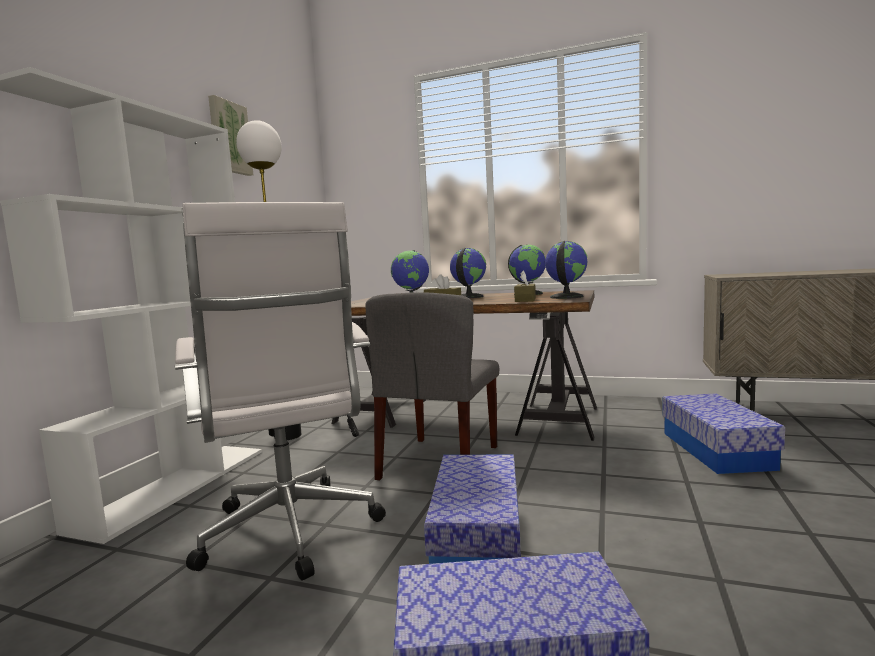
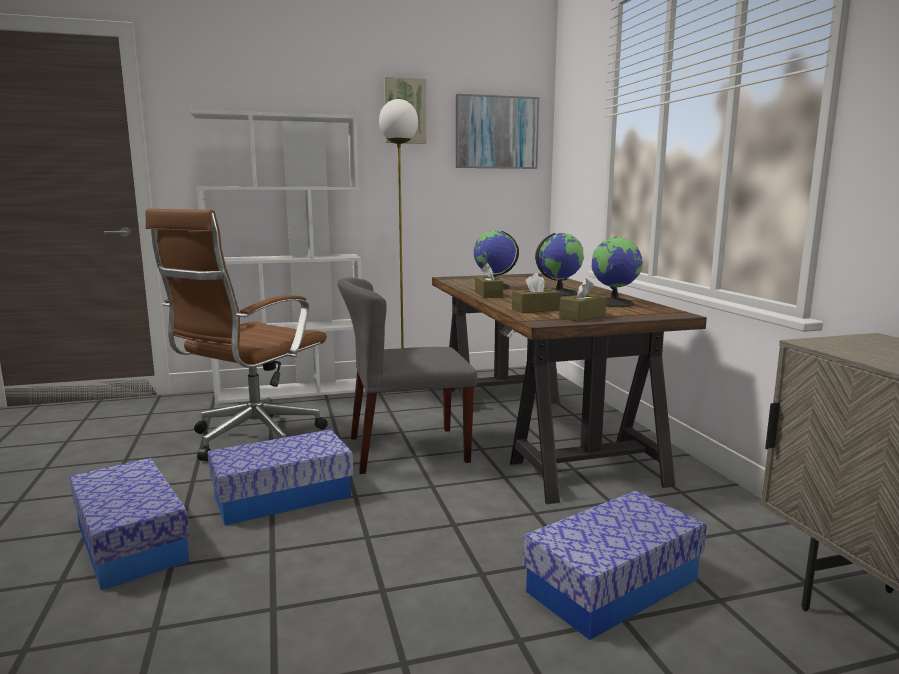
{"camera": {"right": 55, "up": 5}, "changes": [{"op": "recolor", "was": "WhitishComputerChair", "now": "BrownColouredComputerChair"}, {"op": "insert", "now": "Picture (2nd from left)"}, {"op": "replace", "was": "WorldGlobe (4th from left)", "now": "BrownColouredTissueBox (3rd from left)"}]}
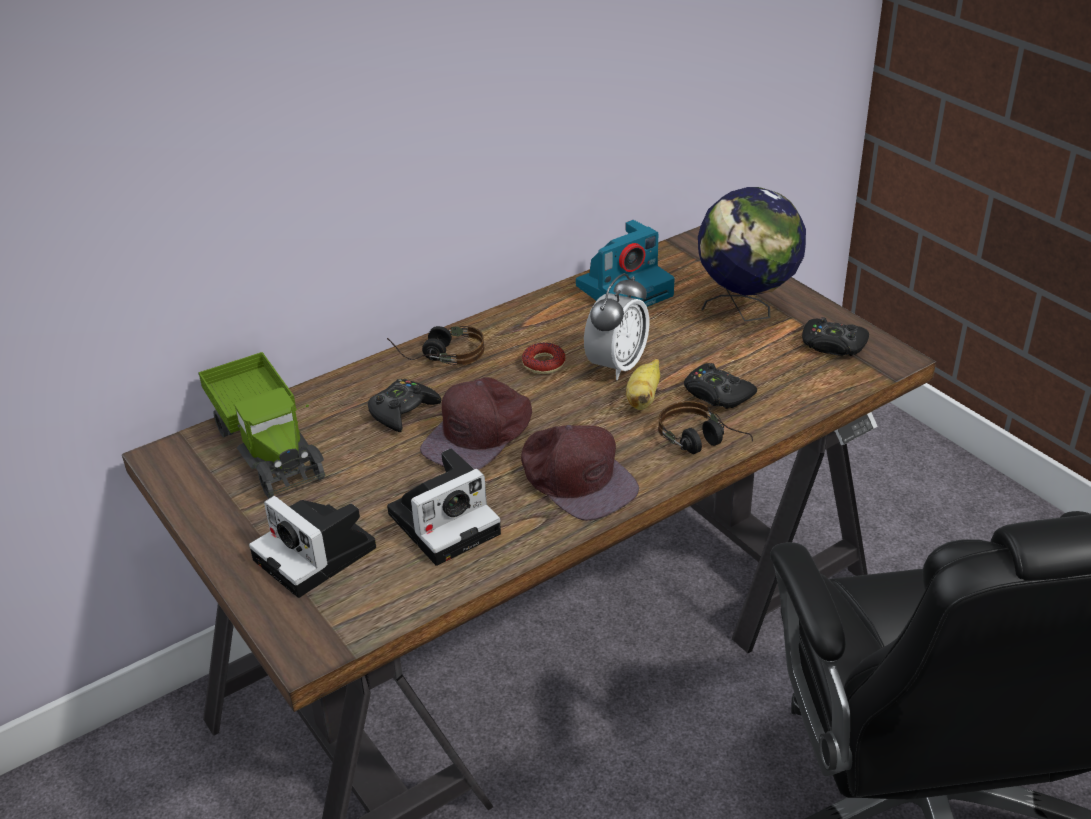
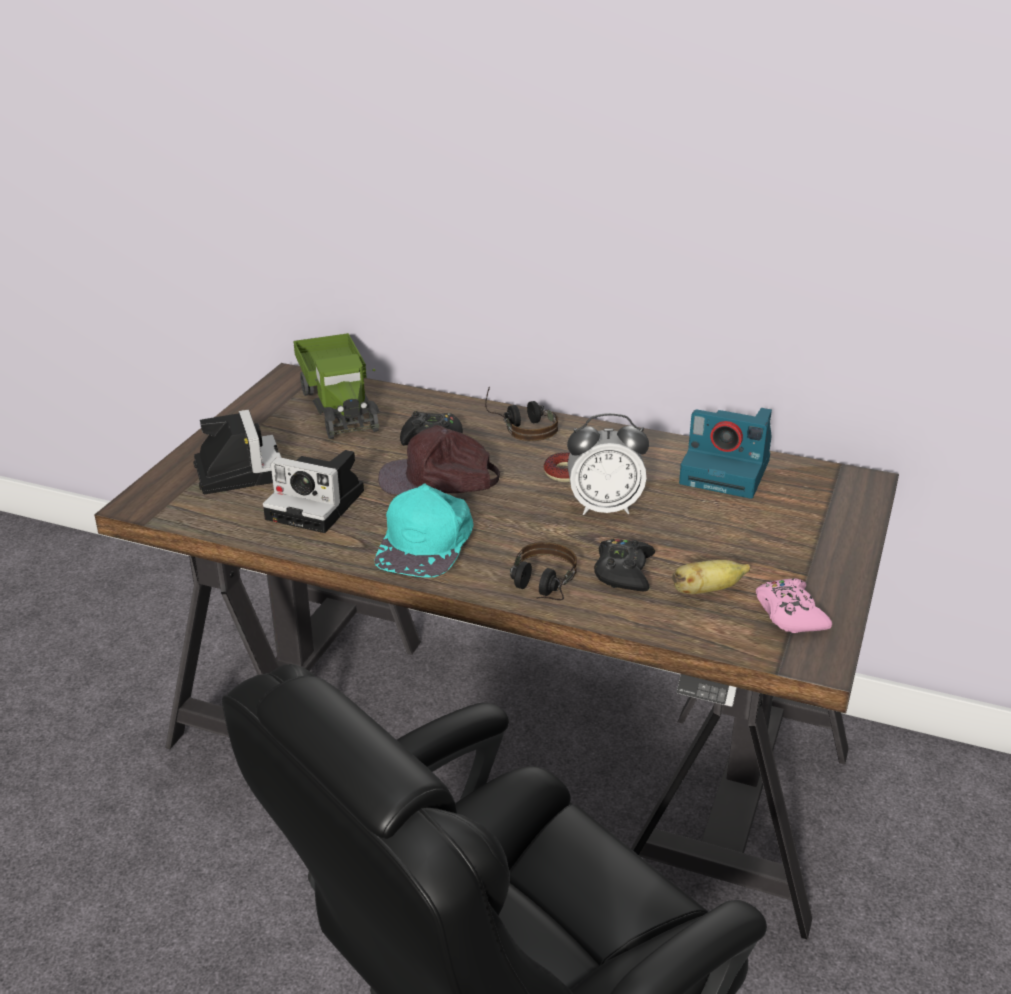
{"camera": {"right": 55, "up": -5}, "changes": [{"op": "rotate", "was": "StillCamera (1st from left)", "clockwise": 150}, {"op": "rotate", "was": "ModelTruck", "clockwise": -45}, {"op": "recolor", "was": "BrownColouredCap (2nd from left)", "now": "TurquoiseColouredCap"}, {"op": "move", "was": "Banana"}, {"op": "recolor", "was": "BlackColouredGameController (3rd from left)", "now": "PinkColouredGameController"}, {"op": "delete", "was": "WorldGlobe"}]}
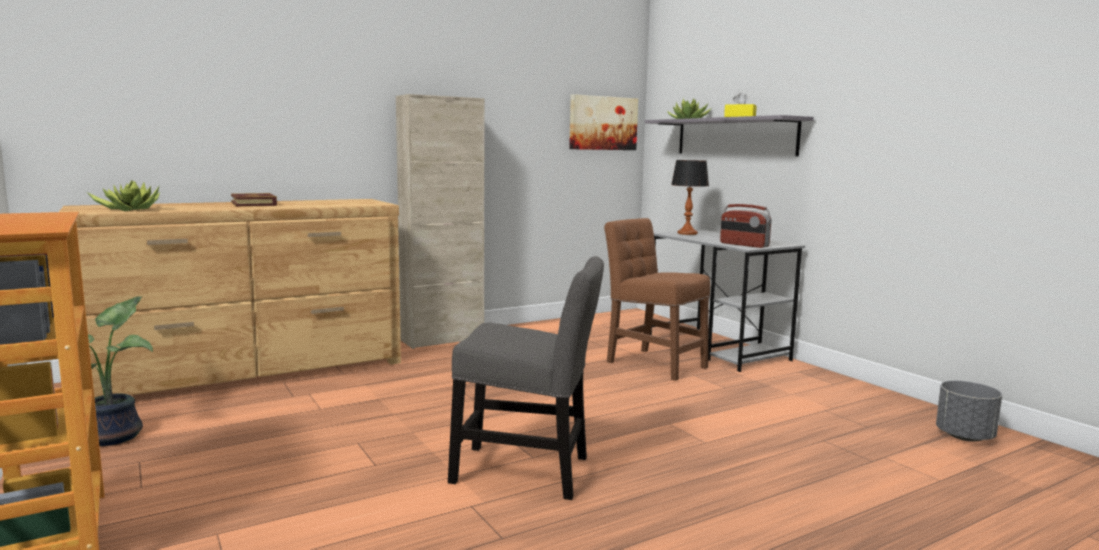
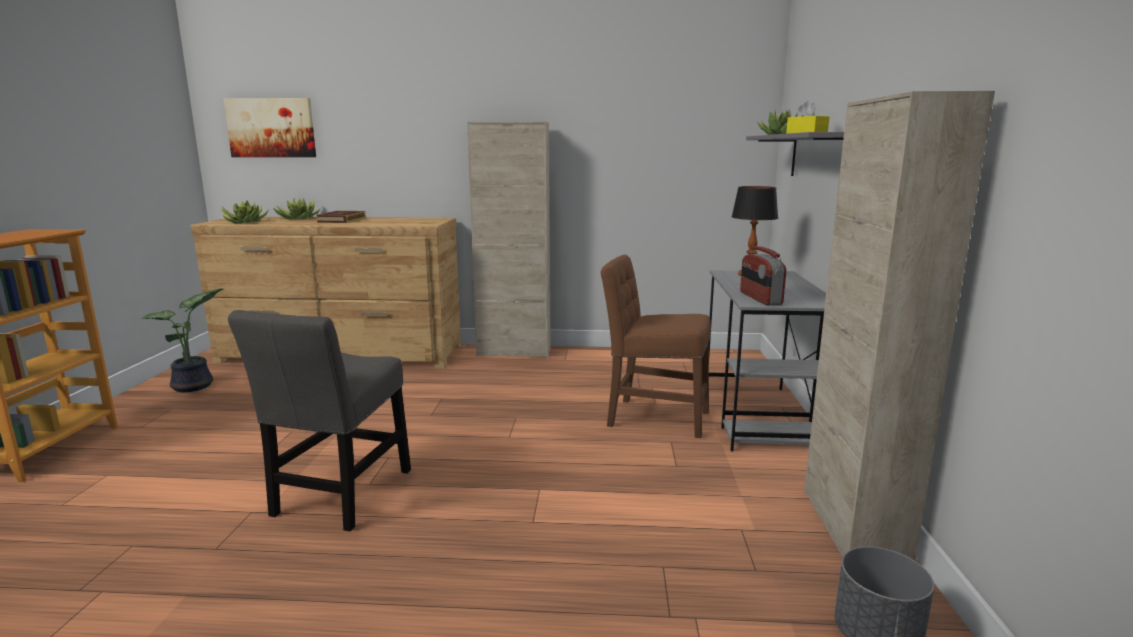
{"camera": {"right": 35, "up": 5}, "changes": [{"op": "move", "was": "Picture"}, {"op": "rotate", "was": "GreyChair", "clockwise": 60}, {"op": "insert", "now": "Houseplant (3rd from left)"}, {"op": "rotate", "was": "BrownColouredChair", "clockwise": -60}, {"op": "insert", "now": "SandColouredStorageCabinet (2nd from left)"}]}
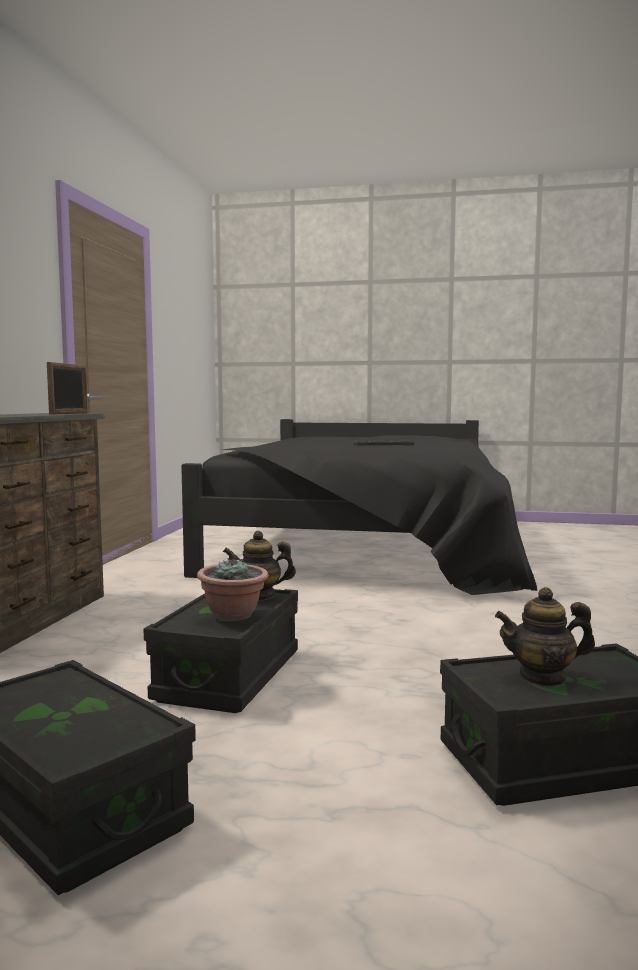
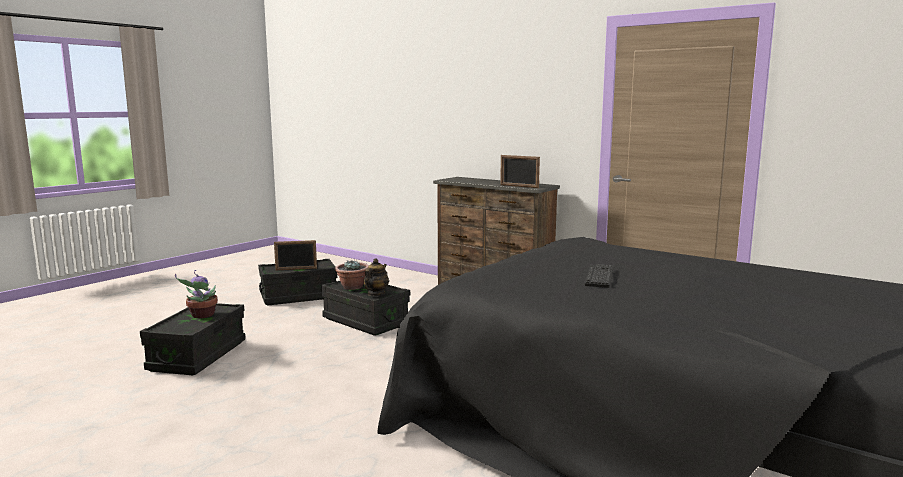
{"camera": {"right": 115, "up": 5}, "changes": [{"op": "replace", "was": "PotForTea (2nd from left)", "now": "Houseplant (1st from left)"}, {"op": "insert", "now": "PictureFrame (1st from left)"}]}
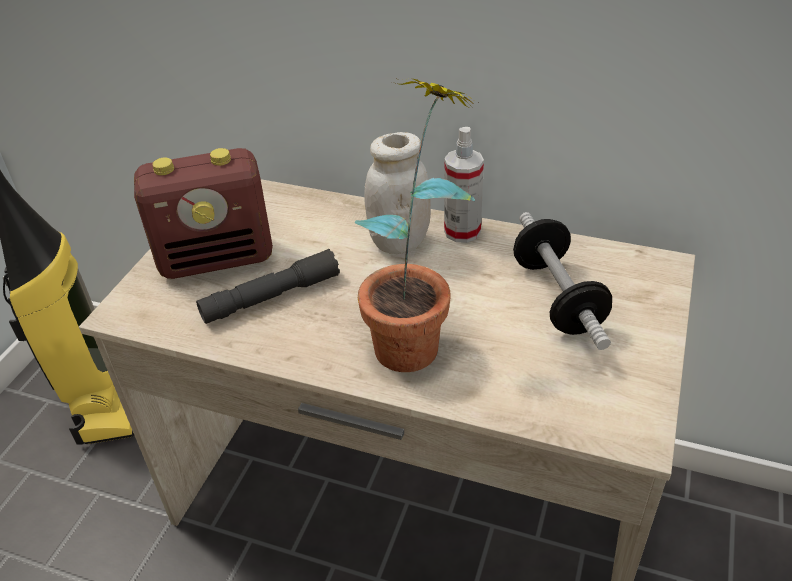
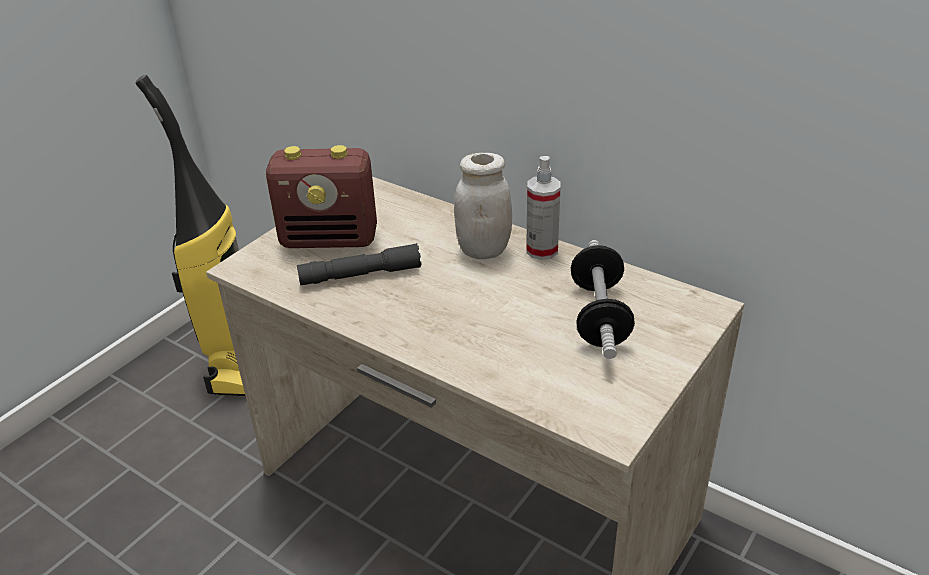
{"camera": {"right": 15, "up": -5}, "changes": [{"op": "delete", "was": "Houseplant"}]}
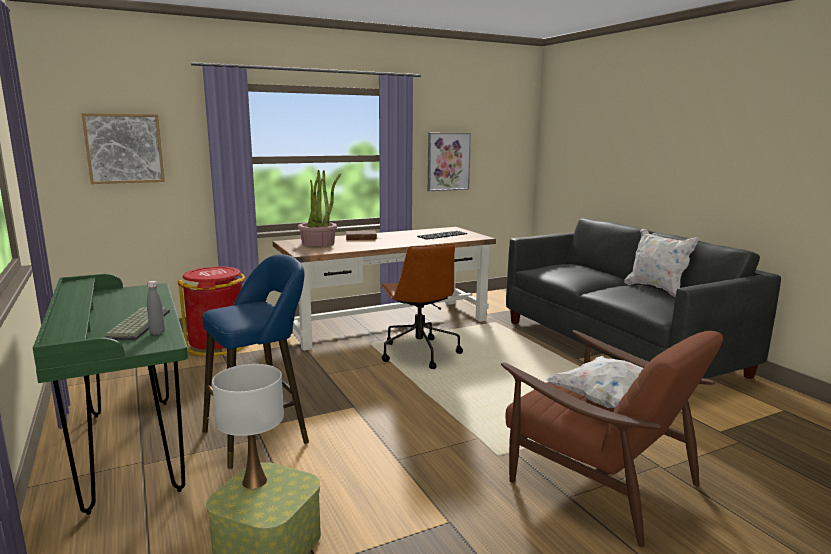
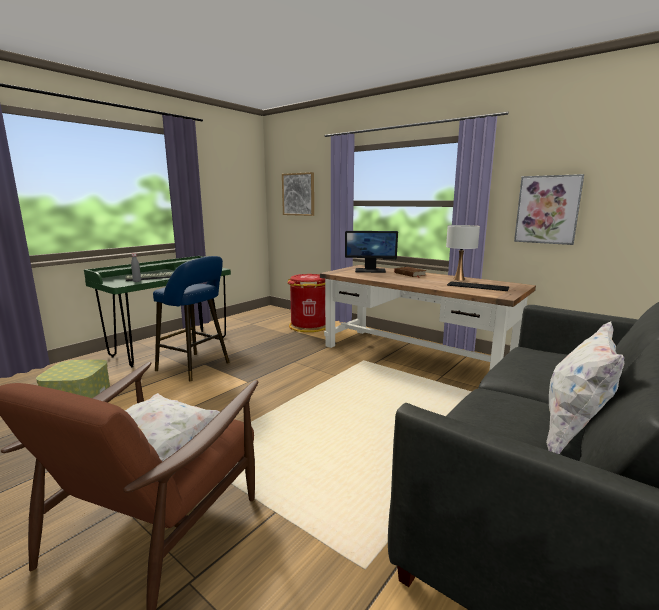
{"camera": {"right": 65, "up": 0}, "changes": [{"op": "replace", "was": "Houseplant", "now": "ComputerScreen"}, {"op": "move", "was": "WhitishTabletopLamp"}, {"op": "delete", "was": "BrownColouredComputerChair"}]}
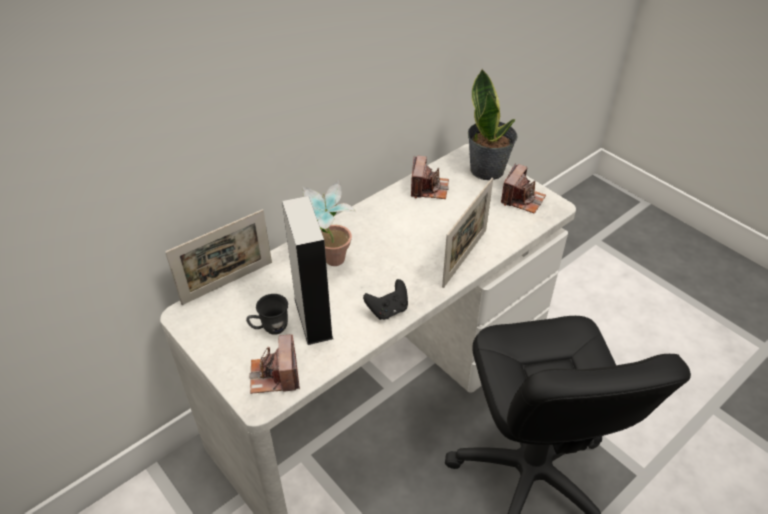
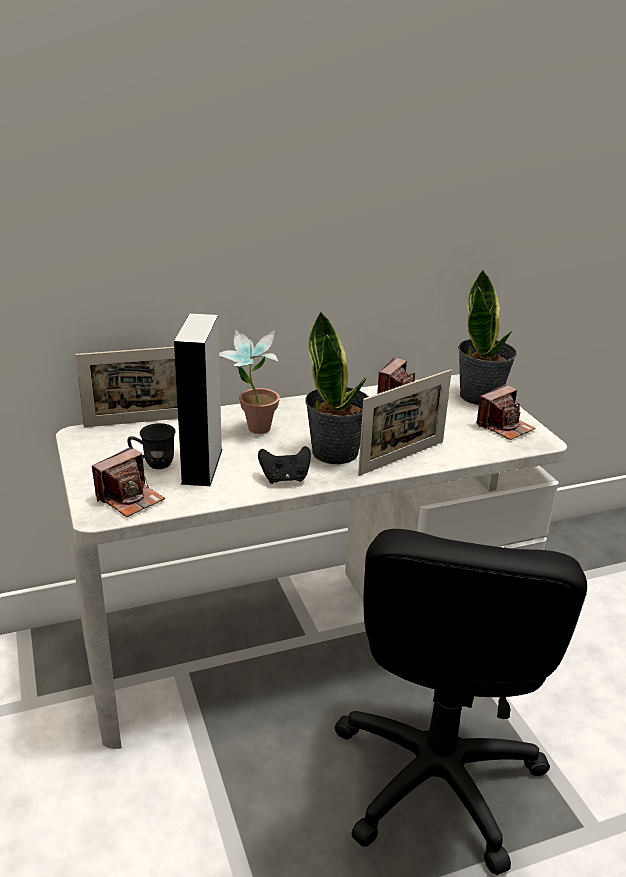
{"camera": {"right": 20, "up": -15}, "changes": [{"op": "rotate", "was": "StillCamera (1st from left)", "clockwise": -150}, {"op": "insert", "now": "Houseplant (2nd from left)"}]}
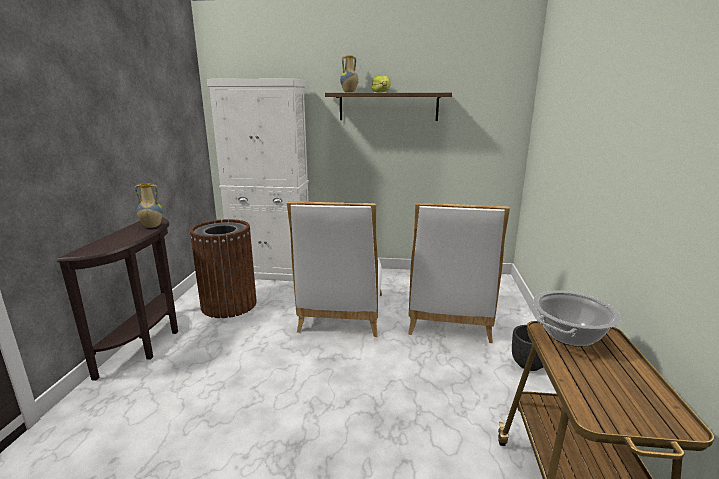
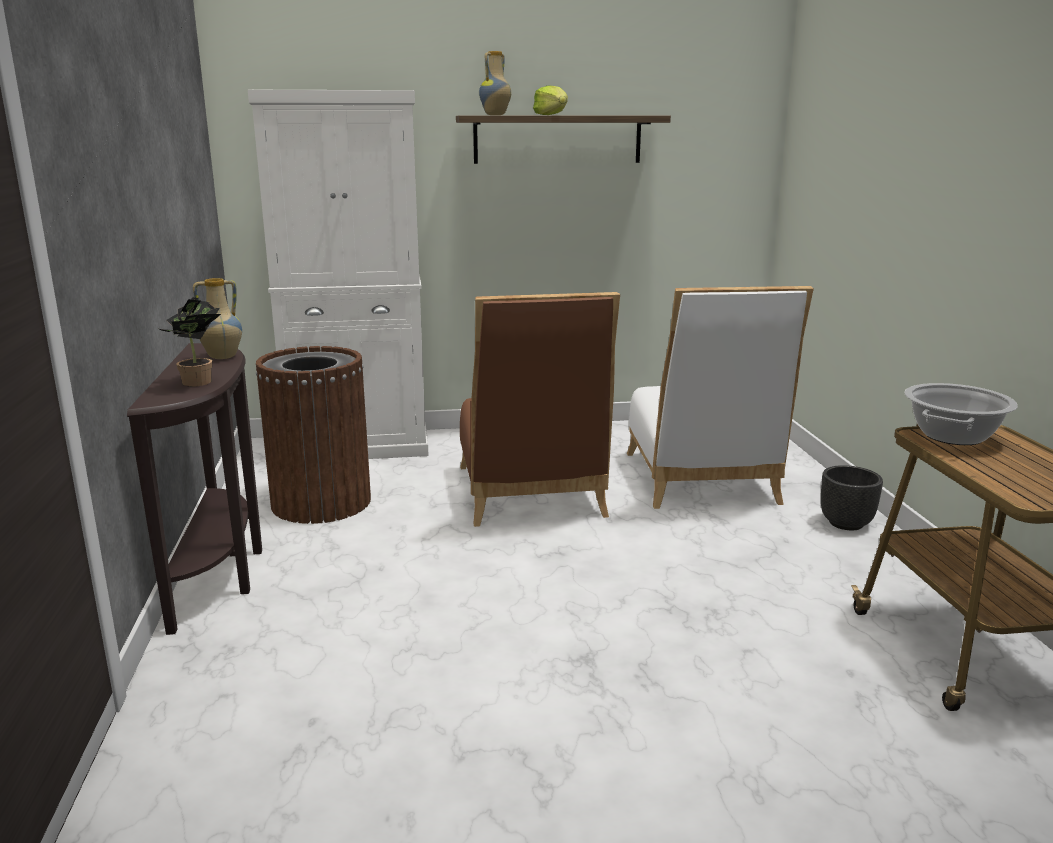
{"camera": {"right": -15, "up": 0}, "changes": [{"op": "insert", "now": "Houseplant"}, {"op": "recolor", "was": "WhitishChair (1st from left)", "now": "BrownColouredChair"}]}
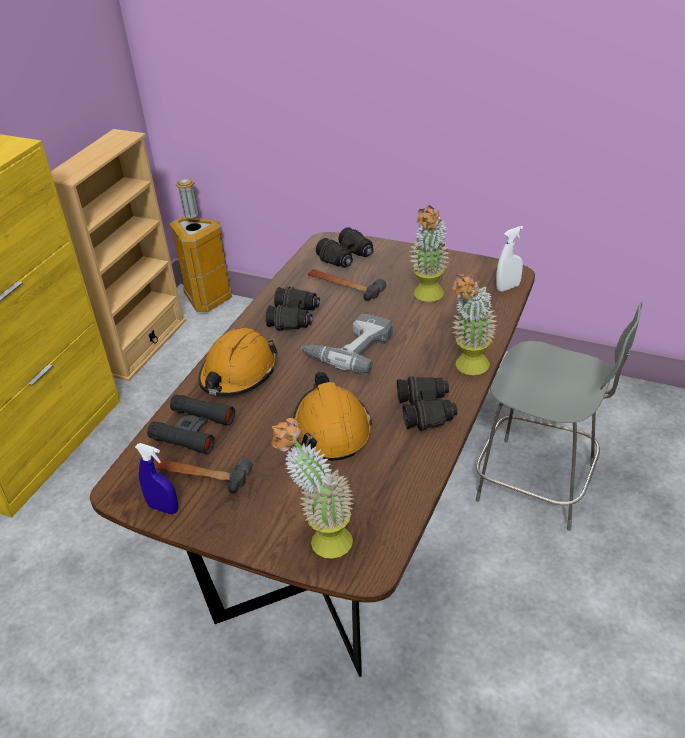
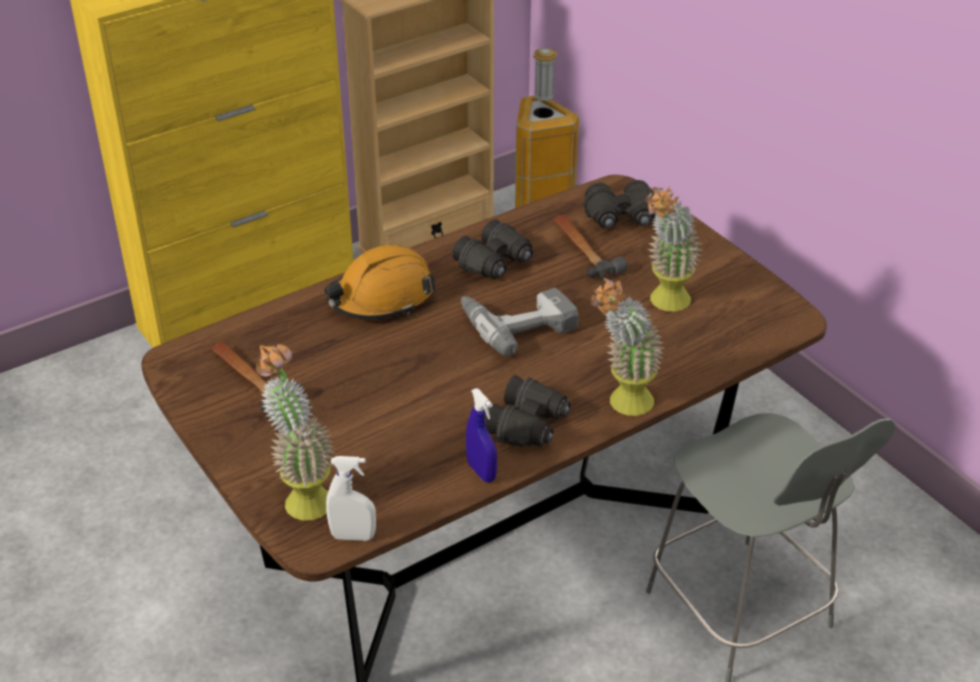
{"camera": {"right": 30, "up": 0}, "changes": [{"op": "move", "was": "WhitishSprayer"}, {"op": "move", "was": "BlueSprayer"}, {"op": "delete", "was": "BlackColouredBinoculars (1st from left)"}, {"op": "delete", "was": "OrangeColouredSafetyHelmet (2nd from left)"}]}
